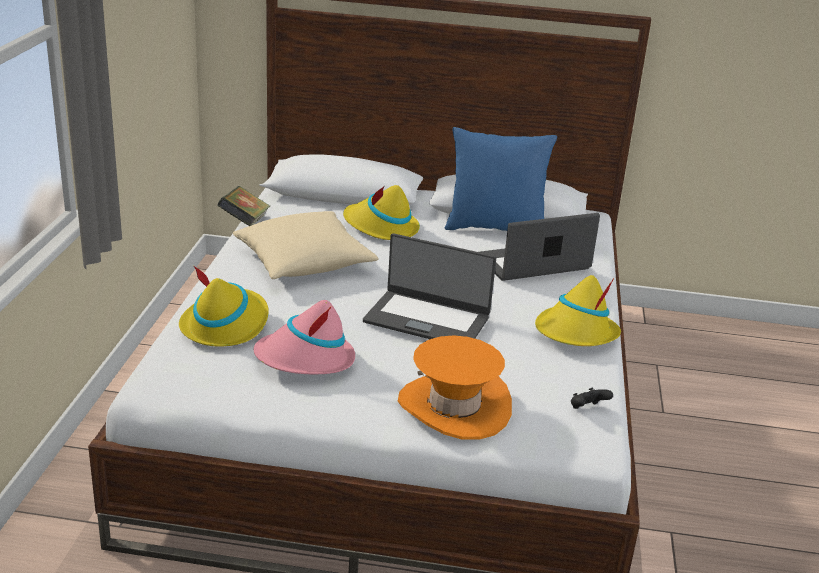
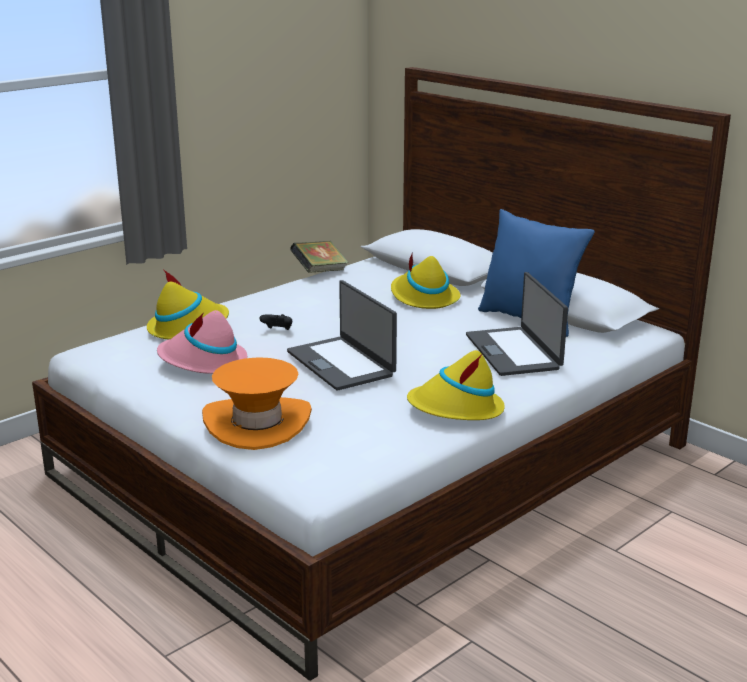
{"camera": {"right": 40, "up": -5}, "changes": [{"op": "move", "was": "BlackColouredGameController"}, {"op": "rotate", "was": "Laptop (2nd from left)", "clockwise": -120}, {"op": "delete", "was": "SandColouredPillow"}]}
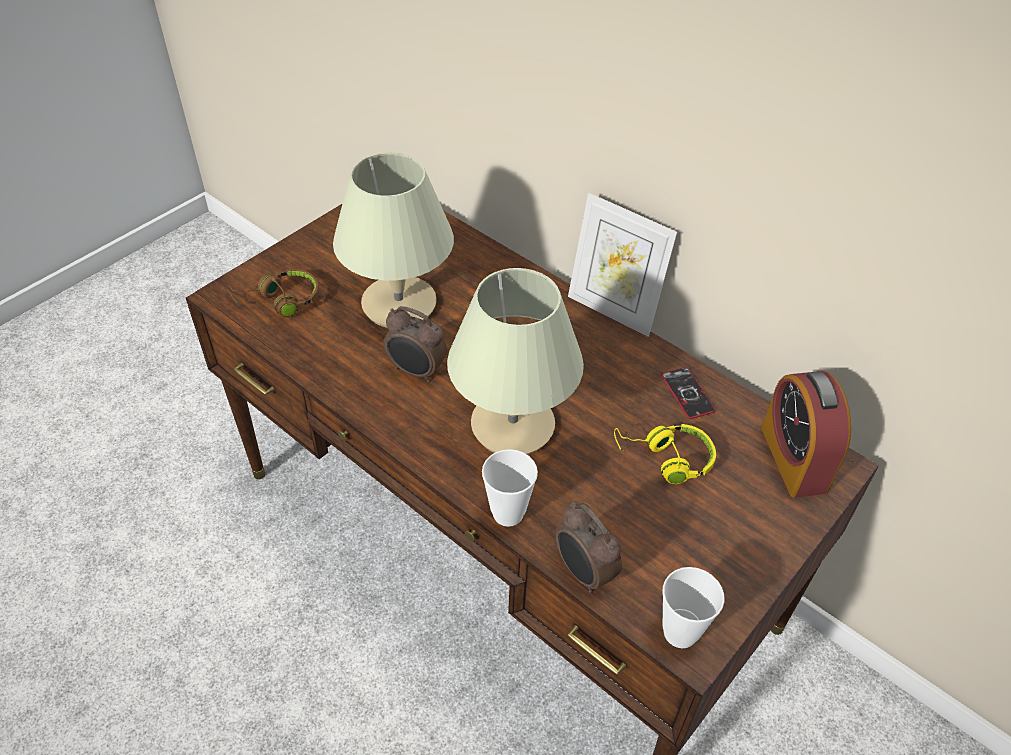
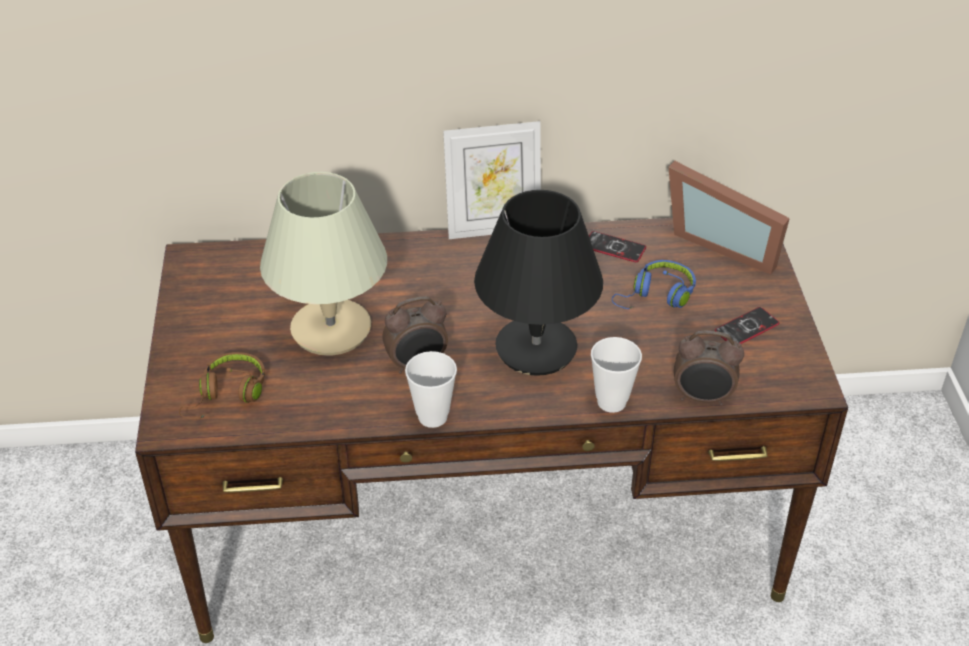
{"camera": {"right": -45, "up": -5}, "changes": [{"op": "move", "was": "SmallCup (2nd from left in the first image)", "now": "SmallCup (1st from left)"}, {"op": "recolor", "was": "SandColouredTabletopLamp (2nd from left)", "now": "BlackColouredTabletopLamp"}, {"op": "recolor", "was": "YellowishHeadset", "now": "BlueHeadset"}, {"op": "replace", "was": "TableClock (3rd from left)", "now": "PictureFrame (2nd from left)"}, {"op": "insert", "now": "Telephone (2nd from left)"}]}
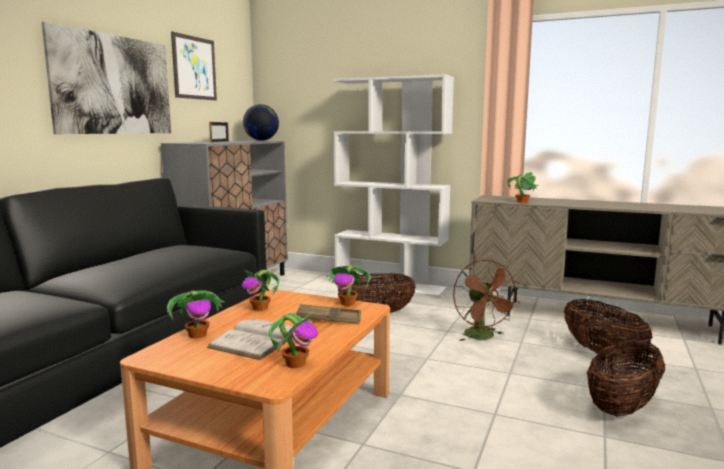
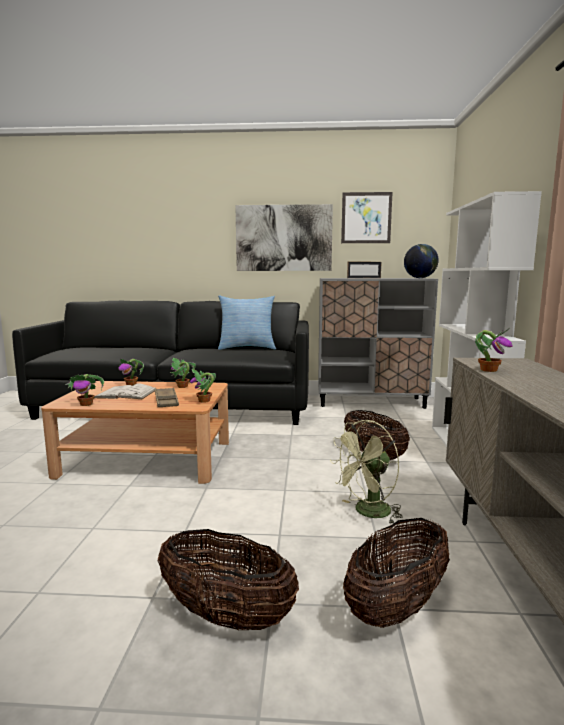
{"camera": {"right": 70, "up": 0}, "changes": [{"op": "insert", "now": "Pillow"}, {"op": "recolor", "was": "BrownColouredCoolingFan", "now": "GreenColouredCoolingFan"}]}
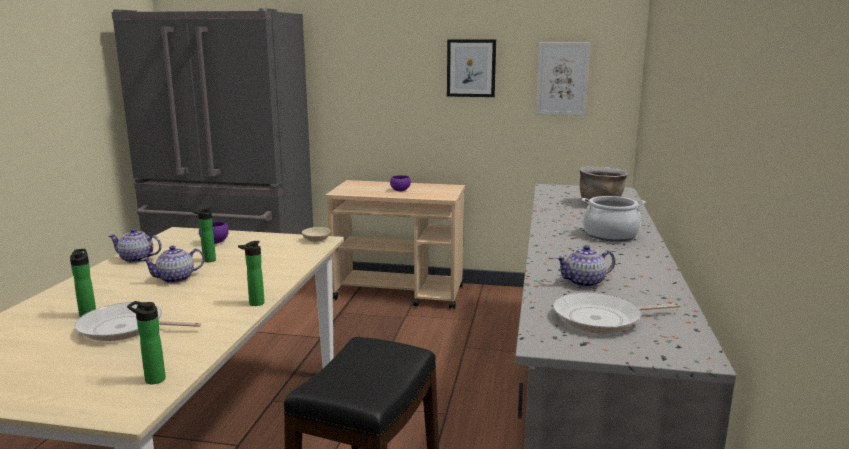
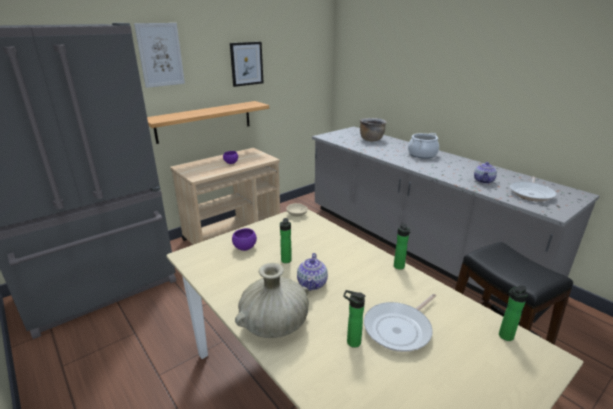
{"camera": {"right": -50, "up": 10}, "changes": [{"op": "move", "was": "Picture (2nd from left in the first image)", "now": "Picture (1st from left)"}, {"op": "insert", "now": "BracketShelf"}, {"op": "insert", "now": "SandColouredFlowerVase"}, {"op": "delete", "was": "PotForTea (1st from left)"}]}
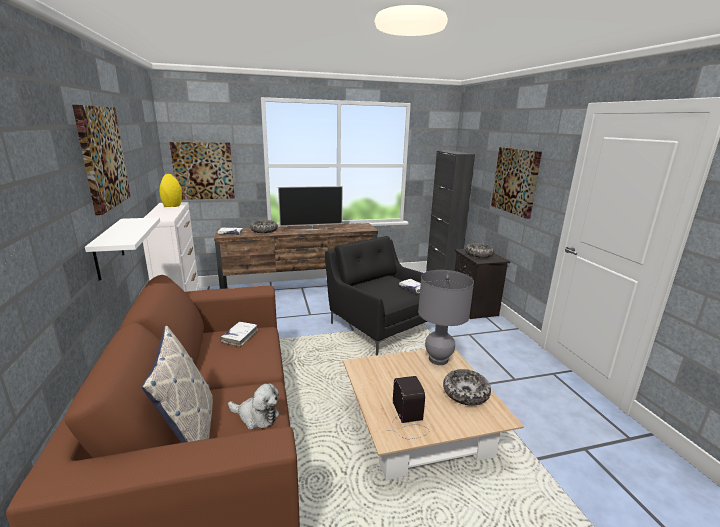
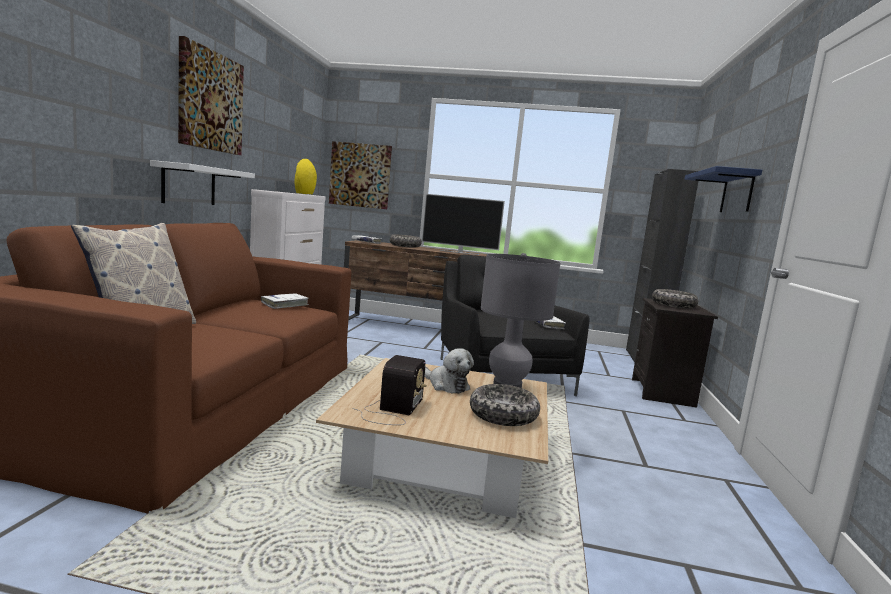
{"camera": {"right": 25, "up": -10}, "changes": [{"op": "move", "was": "CuddlyToy"}, {"op": "replace", "was": "Picture (3rd from left)", "now": "BlueBracketShelf"}]}
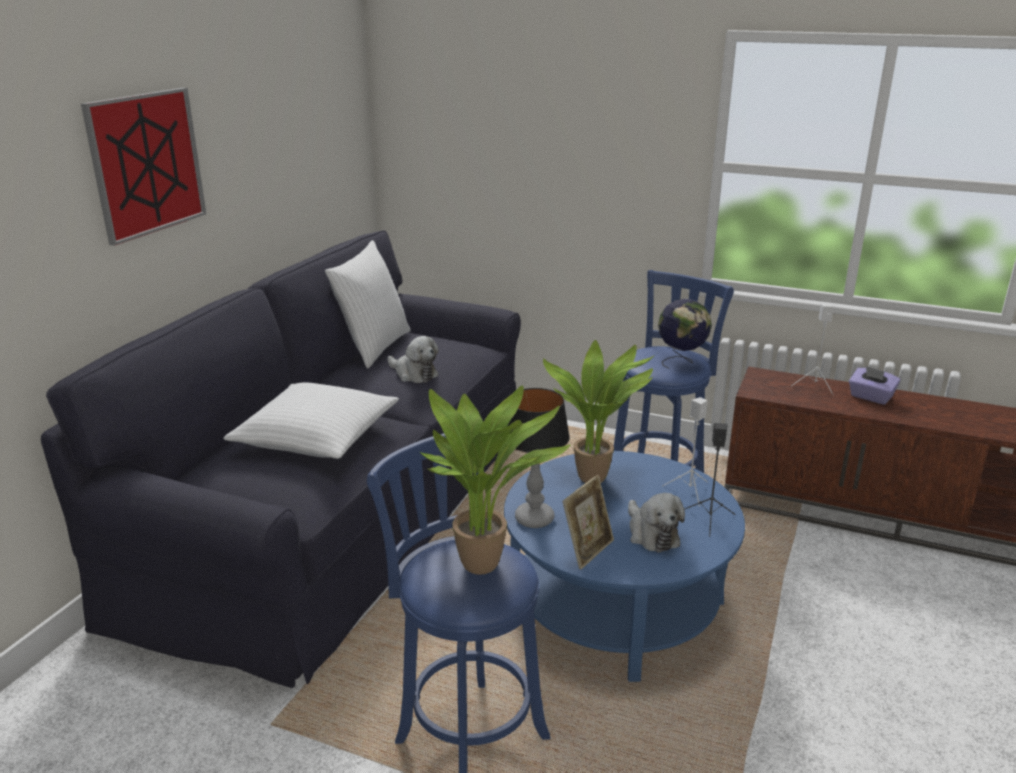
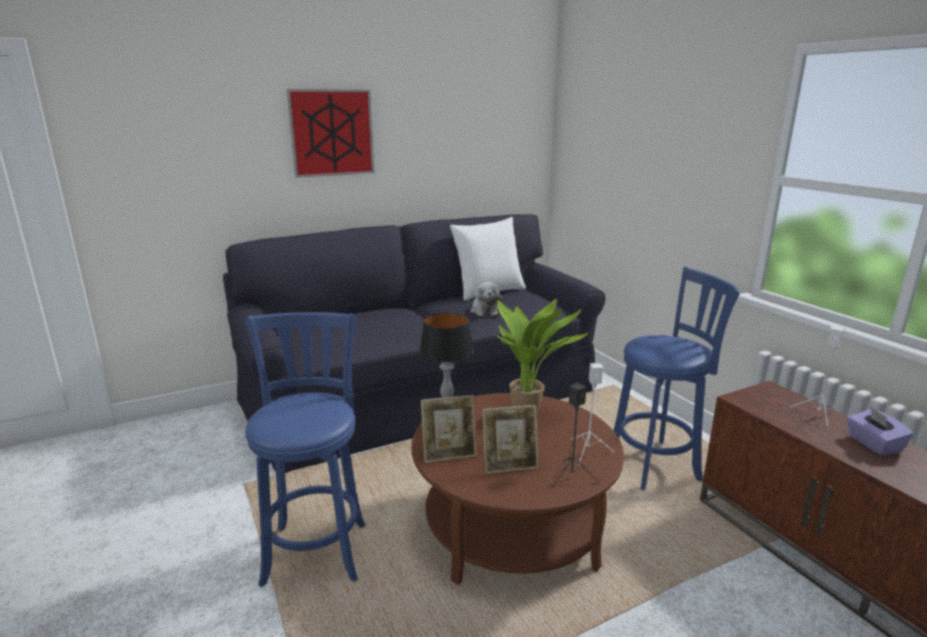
{"camera": {"right": 40, "up": -5}, "changes": [{"op": "recolor", "was": "BlueLowTable", "now": "BrownColouredLowTable"}, {"op": "replace", "was": "CuddlyToy (2nd from left)", "now": "PictureFrame (2nd from left)"}, {"op": "delete", "was": "WhitishPillow (1st from left)"}, {"op": "delete", "was": "Houseplant (1st from left)"}, {"op": "delete", "was": "WorldGlobe"}]}
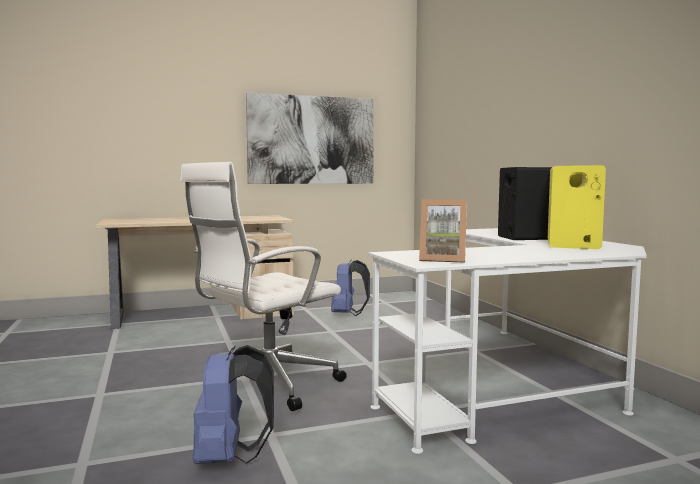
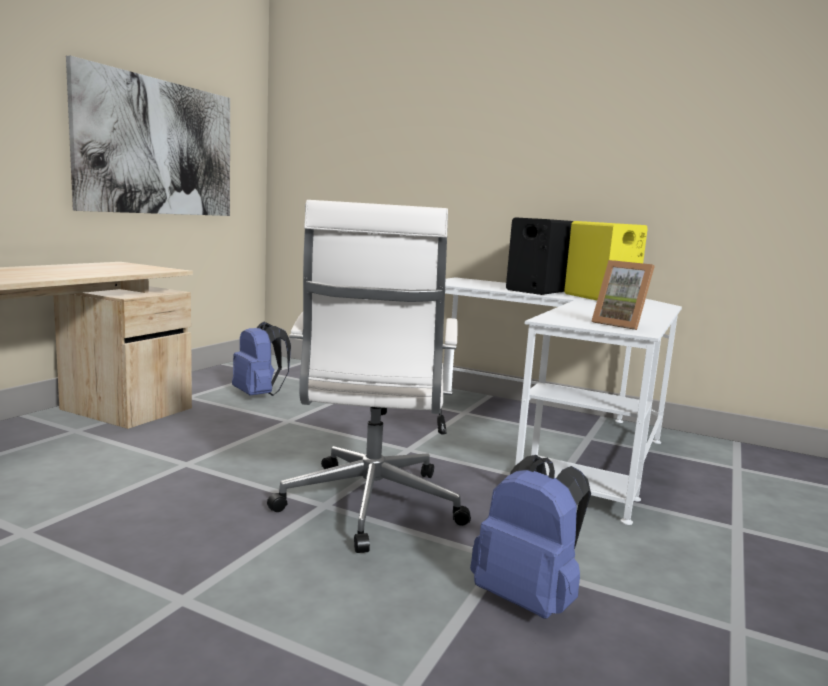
{"camera": {"right": -45, "up": 5}, "changes": [{"op": "rotate", "was": "PictureFrame", "clockwise": 75}]}
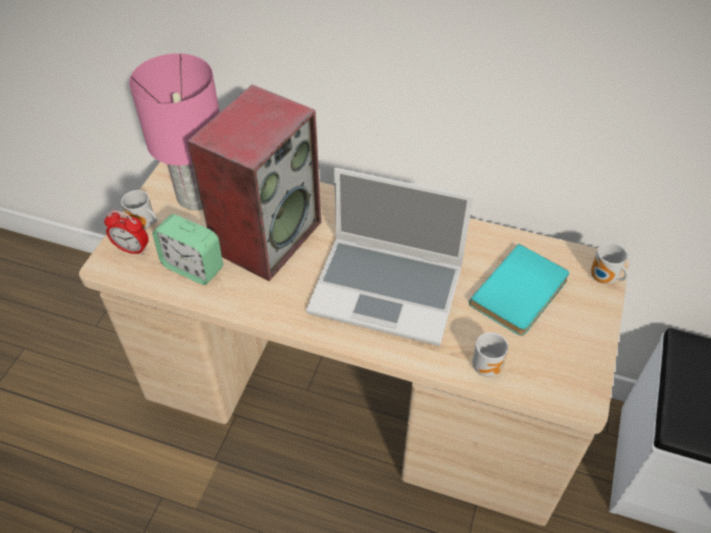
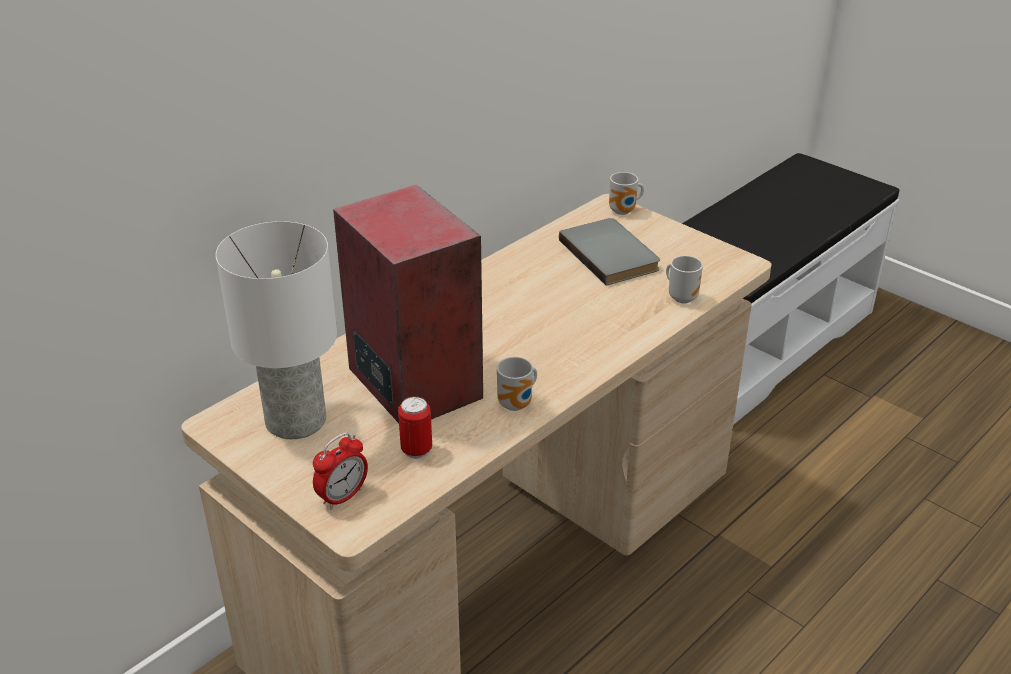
{"camera": {"right": -65, "up": -15}, "changes": [{"op": "recolor", "was": "PinkColouredTabletopLamp", "now": "WhitishTabletopLamp"}, {"op": "replace", "was": "TableClock (2nd from left)", "now": "SealedCan"}, {"op": "move", "was": "TeaMug (1st from left)"}, {"op": "recolor", "was": "TurquoiseColouredBook", "now": "GreyBook"}, {"op": "delete", "was": "Laptop"}]}
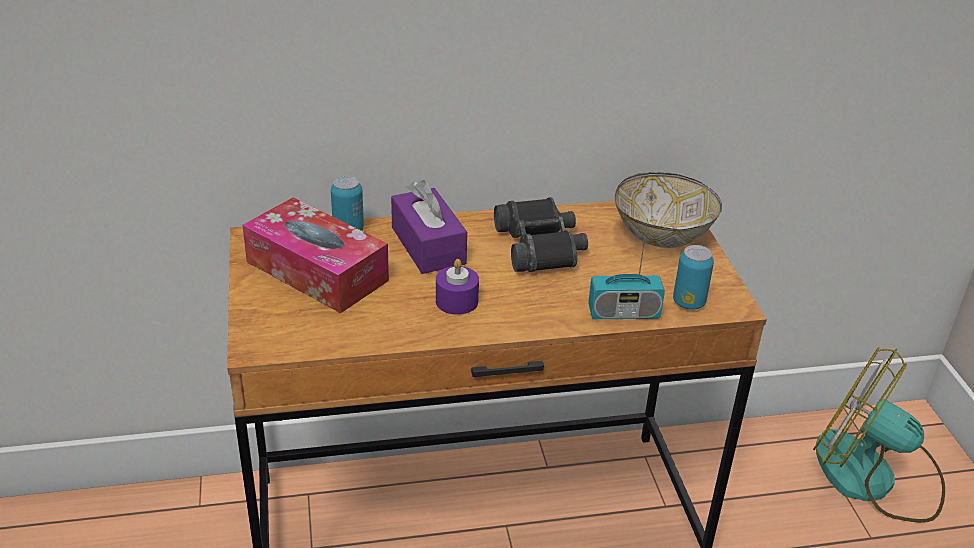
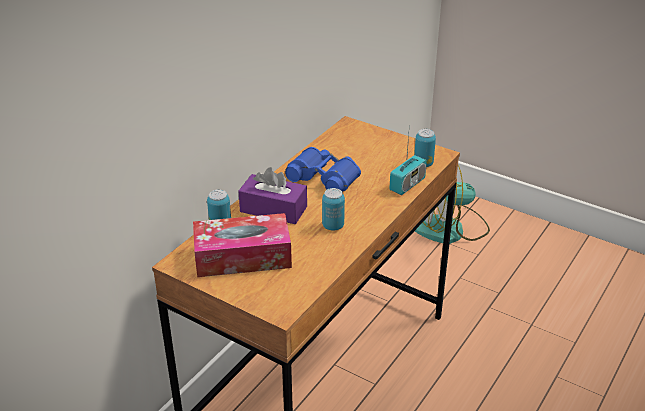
{"camera": {"right": -45, "up": 0}, "changes": [{"op": "recolor", "was": "BlackColouredBinoculars", "now": "BlueBinoculars"}, {"op": "replace", "was": "PurplishWaxCandle", "now": "SealedCan (2nd from left)"}, {"op": "delete", "was": "Bowl"}]}
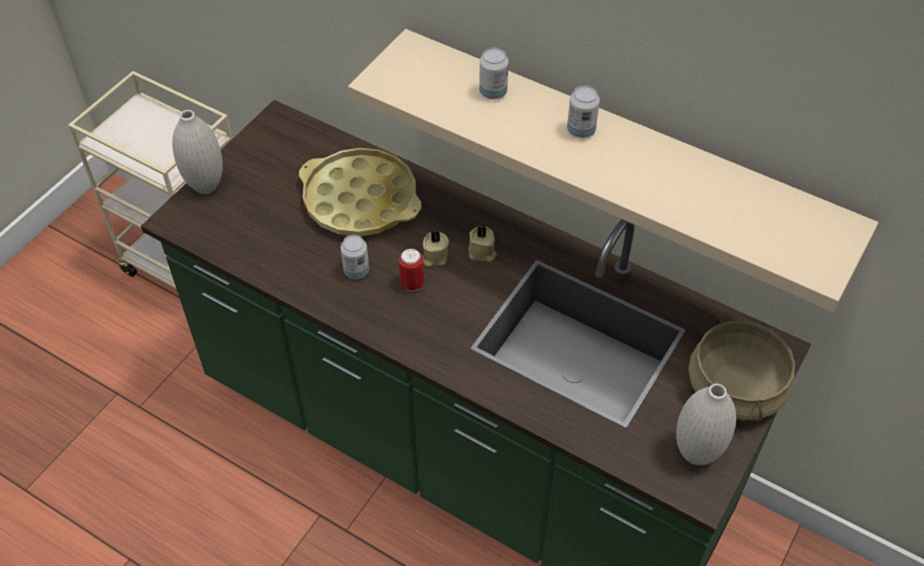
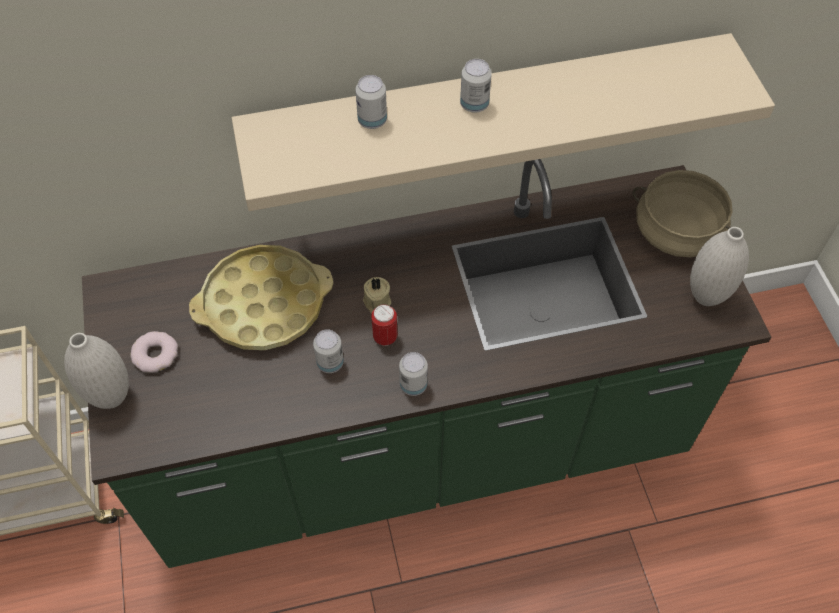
{"camera": {"right": -45, "up": 5}, "changes": [{"op": "insert", "now": "RingDoughnut"}, {"op": "insert", "now": "SealedCan (4th from left)"}, {"op": "delete", "was": "SandColouredWaxCandle (2nd from left)"}]}
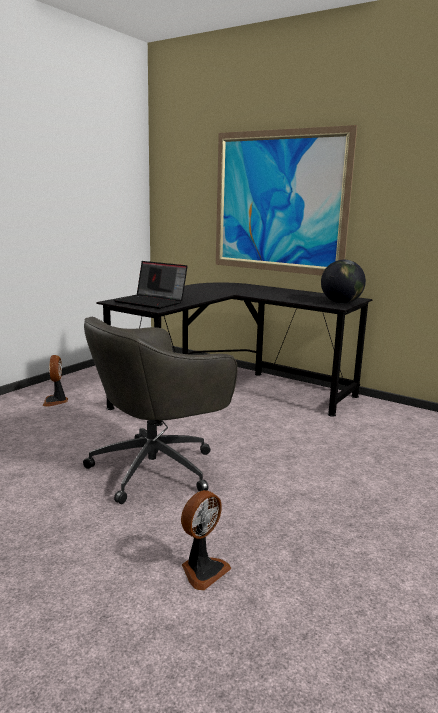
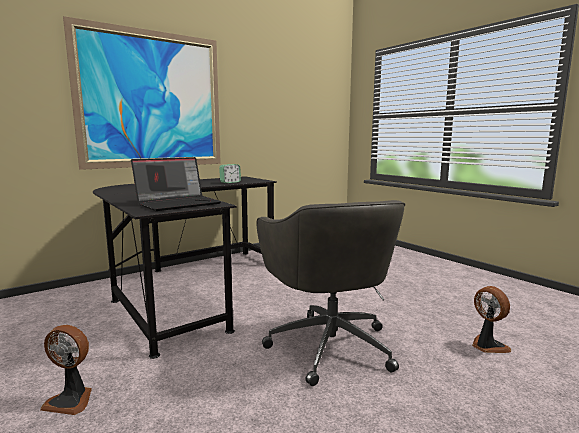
{"camera": {"right": -70, "up": -5}, "changes": [{"op": "insert", "now": "TableClock"}, {"op": "delete", "was": "WorldGlobe"}]}
